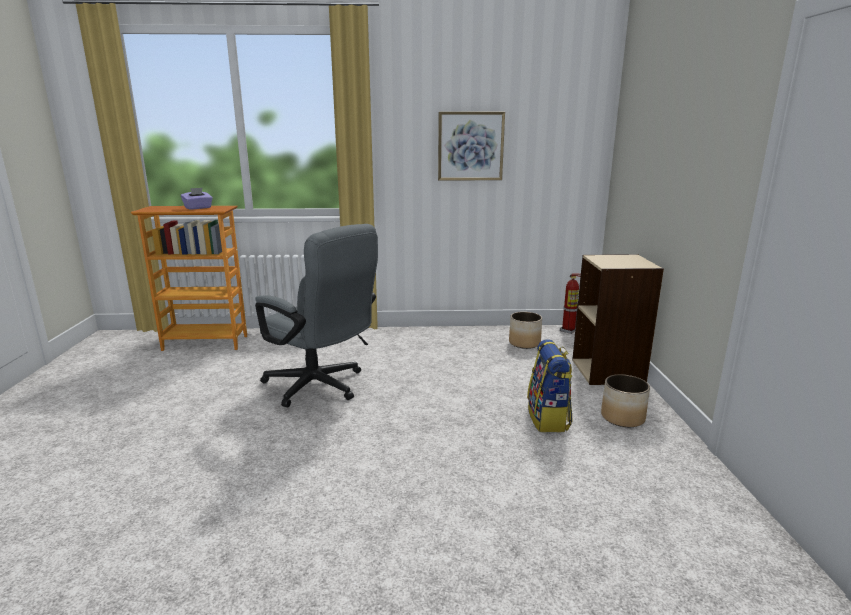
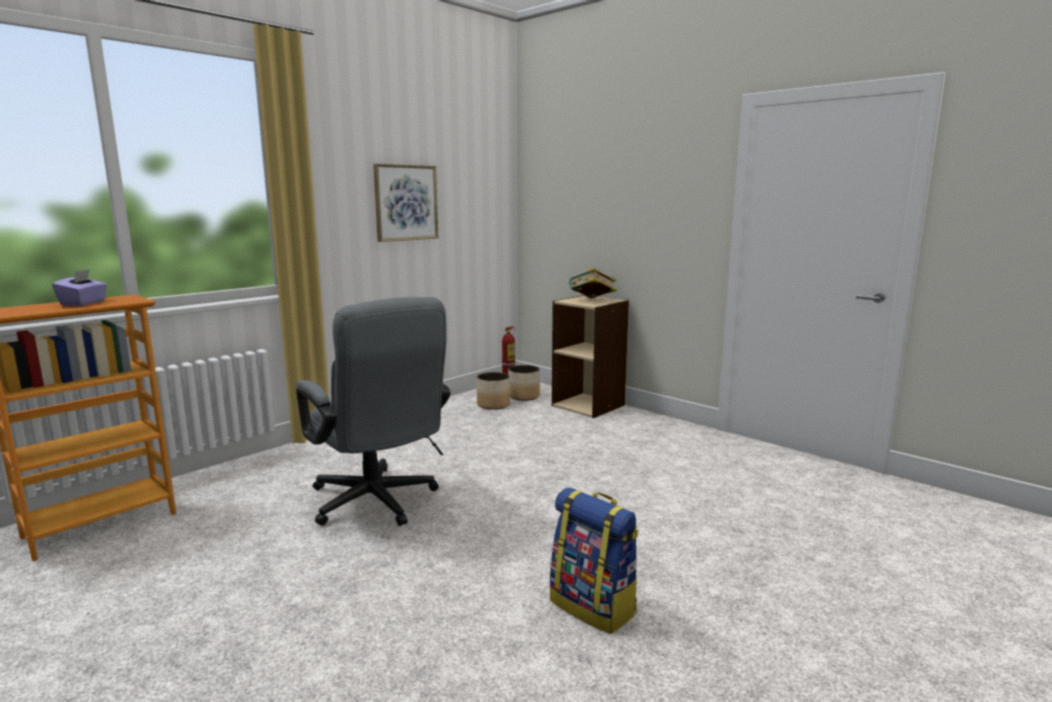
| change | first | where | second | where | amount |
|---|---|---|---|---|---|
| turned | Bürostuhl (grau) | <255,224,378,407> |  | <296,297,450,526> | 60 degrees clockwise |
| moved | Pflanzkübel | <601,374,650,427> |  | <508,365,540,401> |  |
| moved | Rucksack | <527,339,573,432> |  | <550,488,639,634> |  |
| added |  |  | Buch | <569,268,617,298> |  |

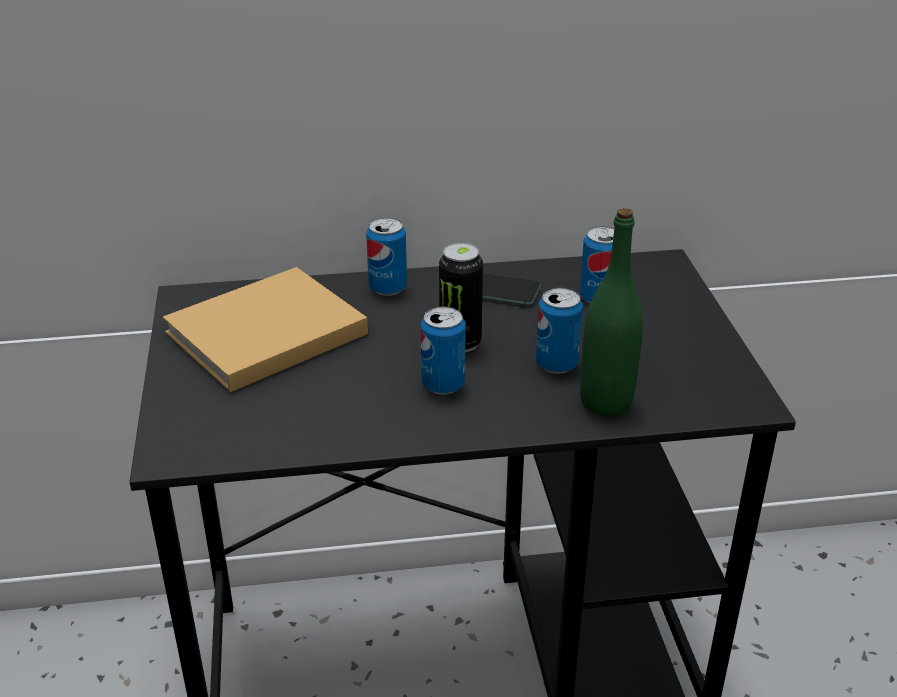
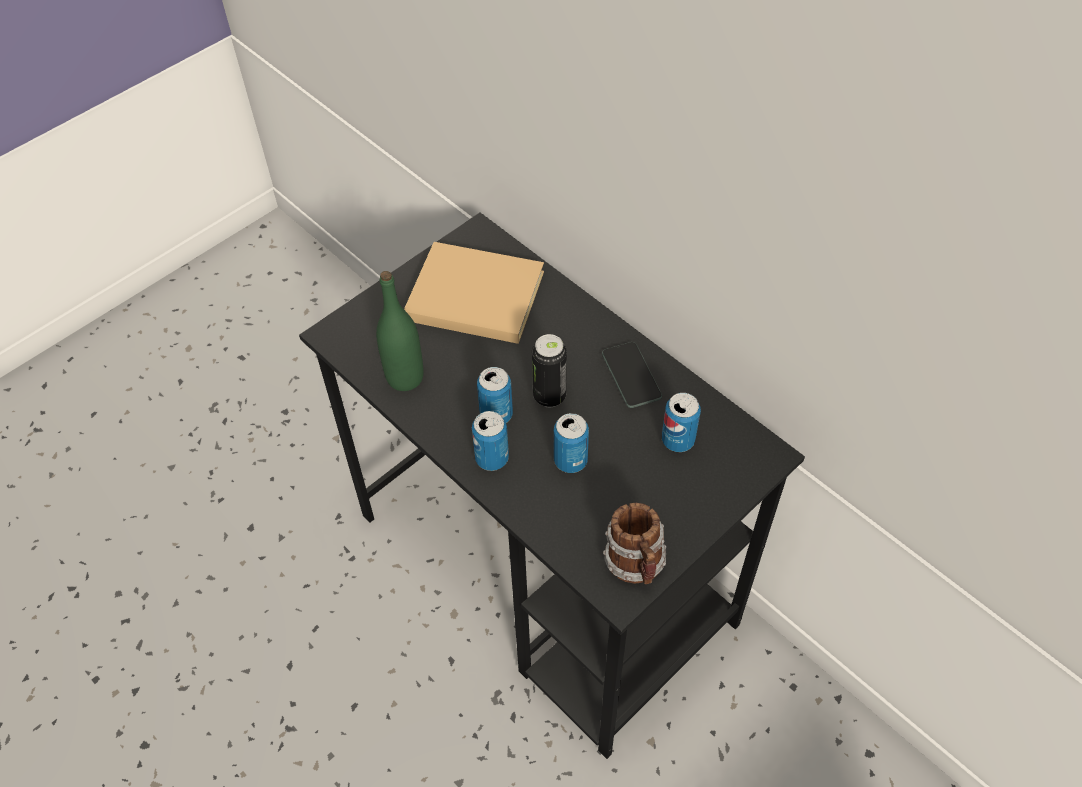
| change | first | where | second | where | amount |
|---|---|---|---|---|---|
| moved | Flasche (grün) | <580,208,643,416> |  | <376,271,424,391> |  |
| moved | Dose | <366,218,407,296> |  | <472,411,509,471> |  |
| added |  |  | Henkelbecher | <603,503,666,584> |  |

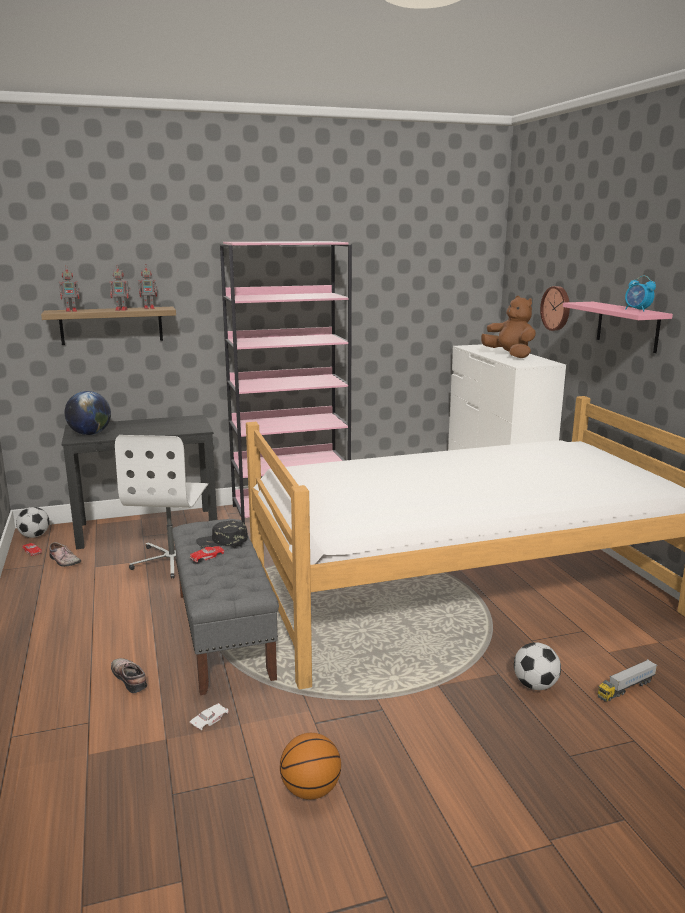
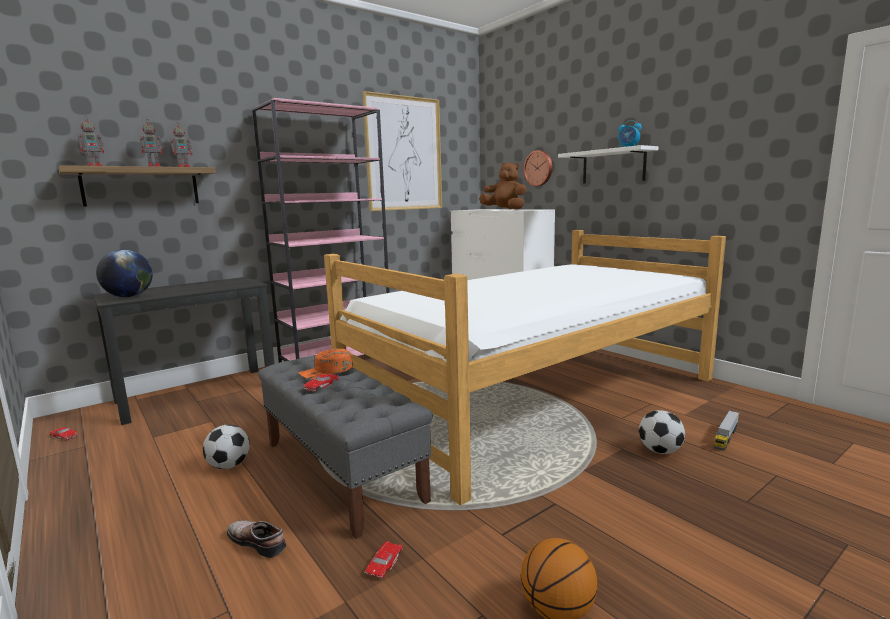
| change | first | where | second | where | amount |
|---|---|---|---|---|---|
| moved | Fußball | <16,507,50,538> |  | <203,425,250,469> |  |
| recoloured | Kappe (schwarz) | <196,520,248,548> | Kappe (orange) | <298,349,353,379> |  |
| added |  |  | Bild | <363,91,442,211> |  |
| recoloured | Spielzeugauto (weiß) | <190,703,229,730> | Spielzeugauto (rot) | <365,541,403,578> |  |
| recoloured | Wandregal (rosa) | <563,302,673,353> | Wandregal (weiß) | <558,145,658,184> |  |
| removed | Schuh | <49,542,81,567> |  |  |  |
| removed | Bürostuhl (weiß) | <115,435,208,579> |  |  |  |

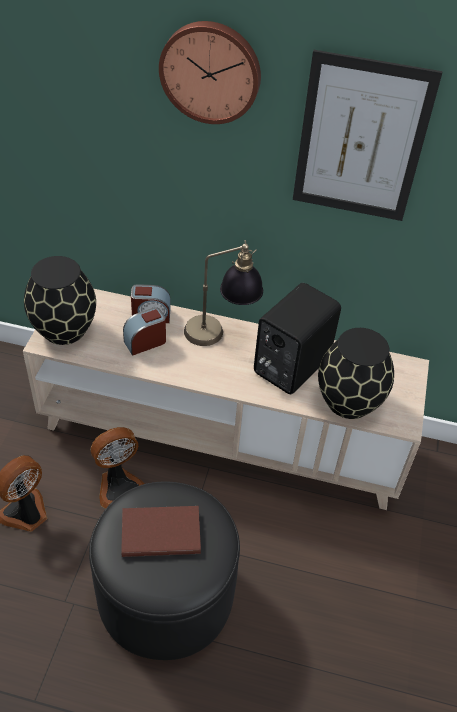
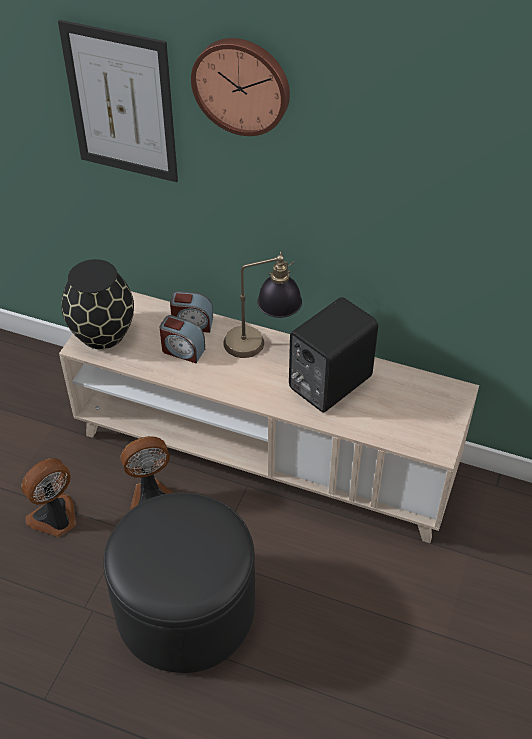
| change | first | where | second | where | amount |
|---|---|---|---|---|---|
| moved | Bild | <293,50,443,221> |  | <58,20,178,182> |  |
| turned | Wecker | <123,307,166,356> |  | <159,315,205,363> | 135 degrees counterclockwise |
| removed | Buch (braun) | <121,506,201,557> |  |  |  |
| removed | Vase (schwarz) | <318,328,394,419> |  |  |  |

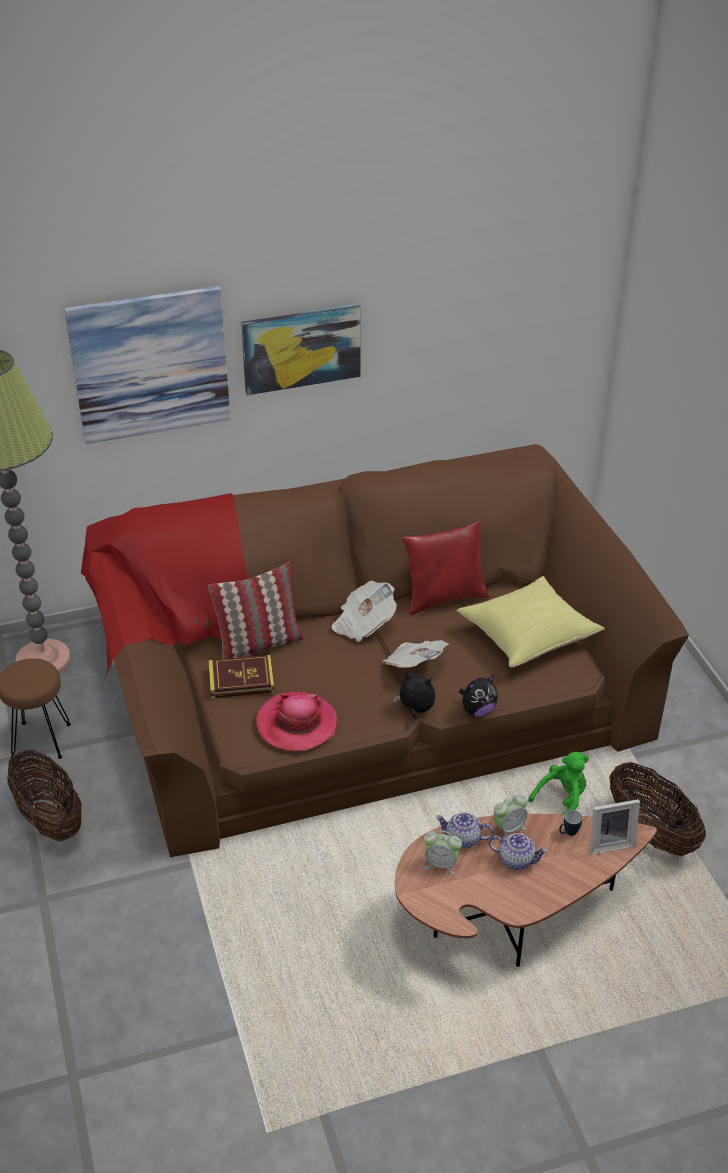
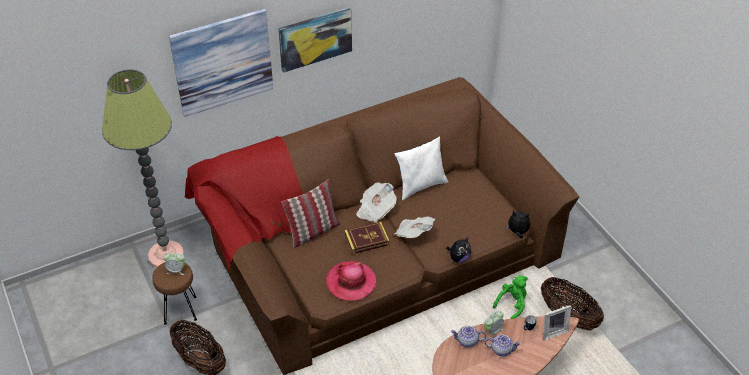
| change | first | where | second | where | amount |
|---|---|---|---|---|---|
| moved | Wecker | <424,831,462,874> |  | <163,251,185,275> |  |
| moved | Buch | <208,655,274,699> |  | <344,222,390,254> |  |
| recoloured | Kissen (rot) | <402,520,489,615> | Kissen (weiß) | <395,137,448,200> |  |
| moved | Plüschtier | <393,671,436,719> |  | <505,211,530,239> |  |
| removed | Kissen (gelb) | <457,576,605,668> |  |  |  |

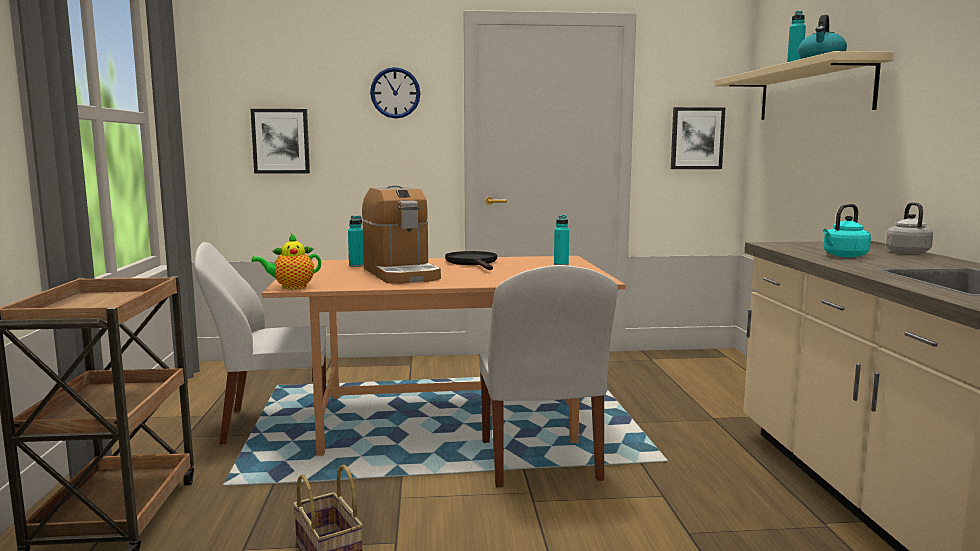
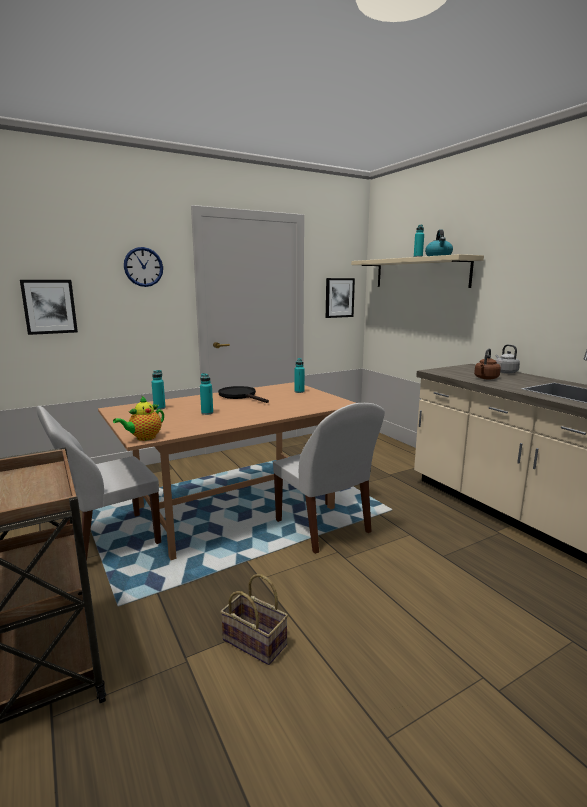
| change | first | where | second | where | amount |
|---|---|---|---|---|---|
| replaced | Kaffeemaschine | <362,185,441,284> | Flasche (türkis) | <200,373,213,415> |  |
| recoloured | Wasserkessel (türkis) | <823,204,871,257> | Wasserkessel (braun) | <474,348,501,380> |  |

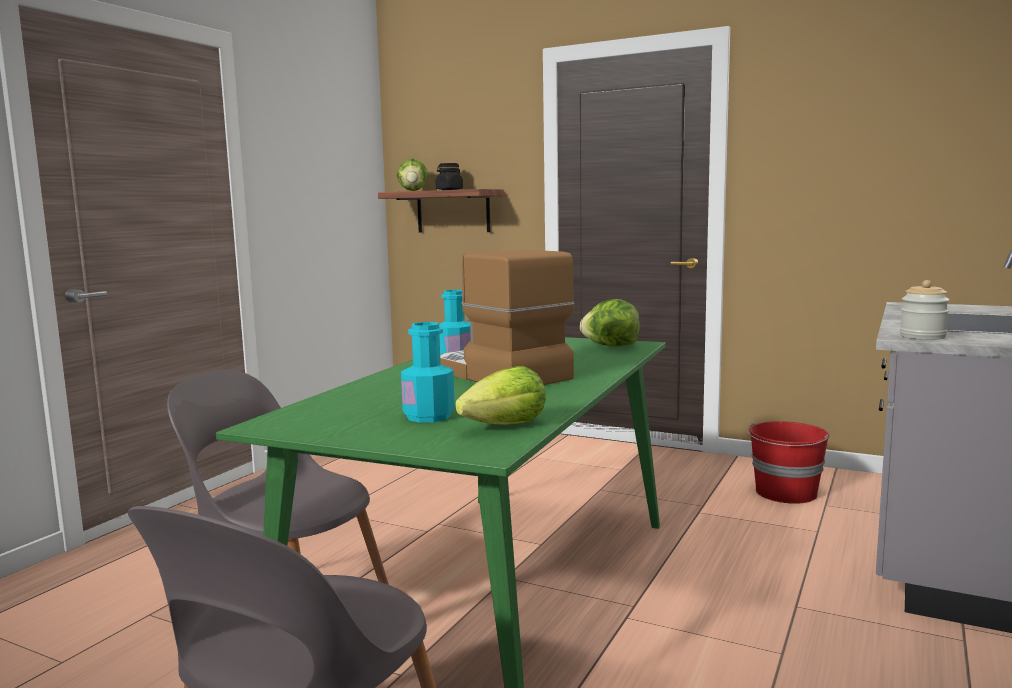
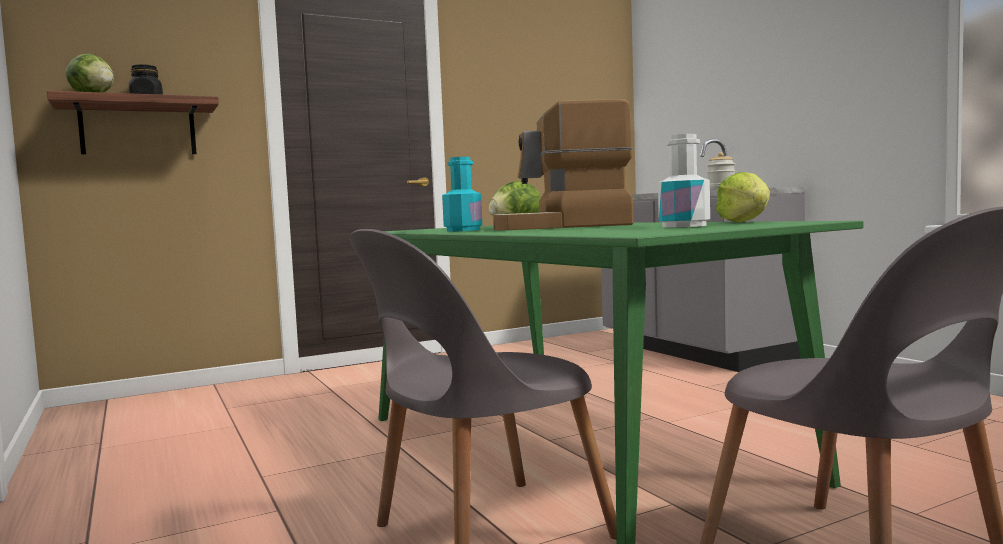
| change | first | where | second | where | amount |
|---|---|---|---|---|---|
| recoloured | Flasche (türkis) | <401,322,455,423> | Flasche (weiß) | <658,134,710,227> |  |
| removed | Eimer (rot) | <747,421,830,504> |  |  |  |

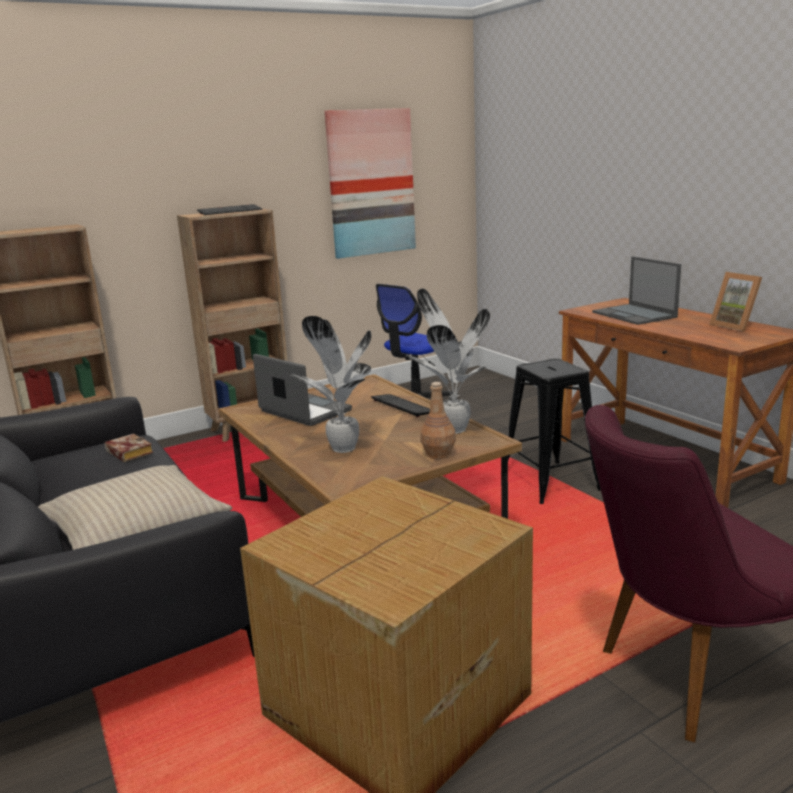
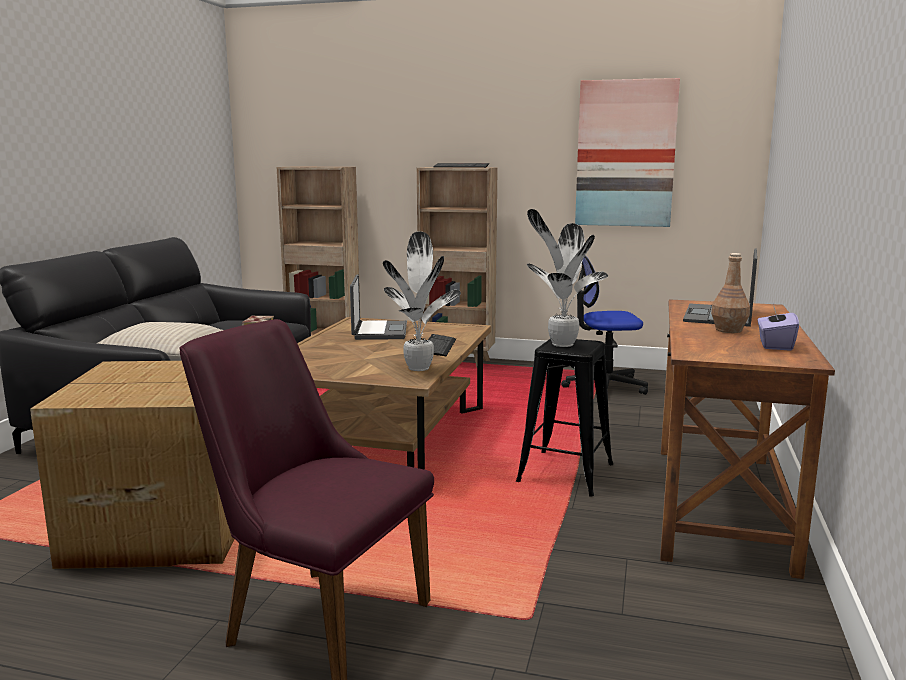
| change | first | where | second | where | amount |
|---|---|---|---|---|---|
| moved | Topfpflanze | <288,316,372,453> |  | <527,209,608,347> |  |
| moved | Flasche (braun) | <421,382,456,459> |  | <711,253,750,333> |  |
| replaced | Bilderrahmen | <709,272,762,332> | Taschentuchbox (lila) | <758,303,799,351> |  |

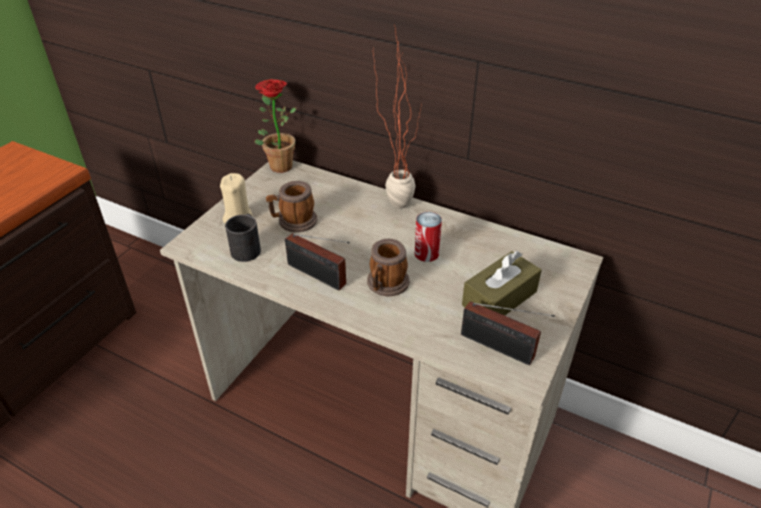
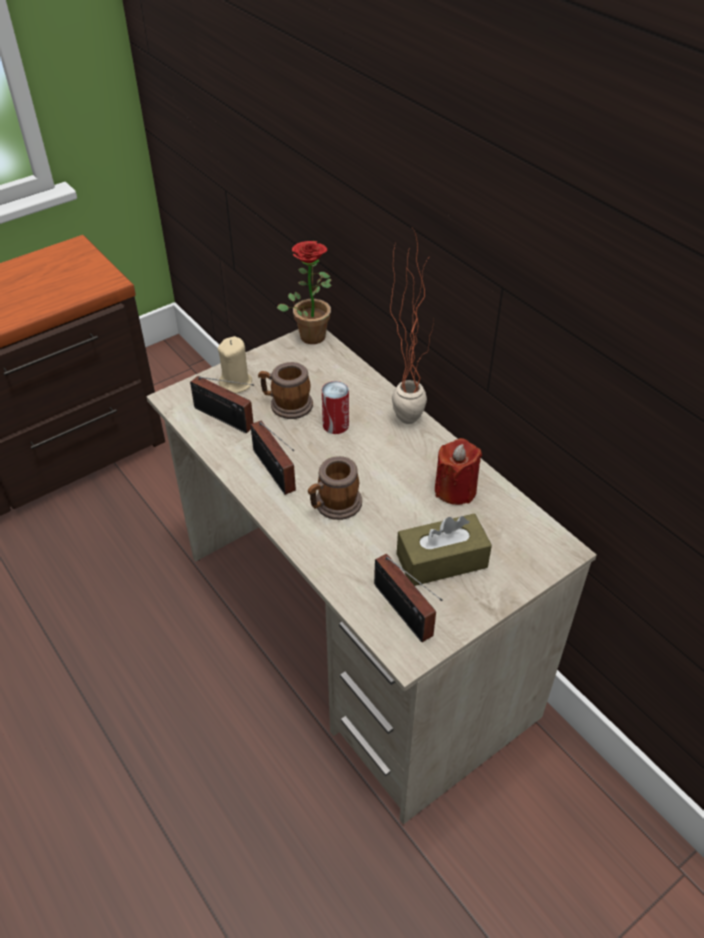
| change | first | where | second | where | amount |
|---|---|---|---|---|---|
| replaced | Henkelbecher (schwarz) | <225,214,261,262> | Radio | <190,376,254,433> |  |
| moved | Dose | <415,212,442,262> |  | <322,381,349,434> |  |
| added |  |  | Kerze (rot) | <435,438,482,505> |  |

